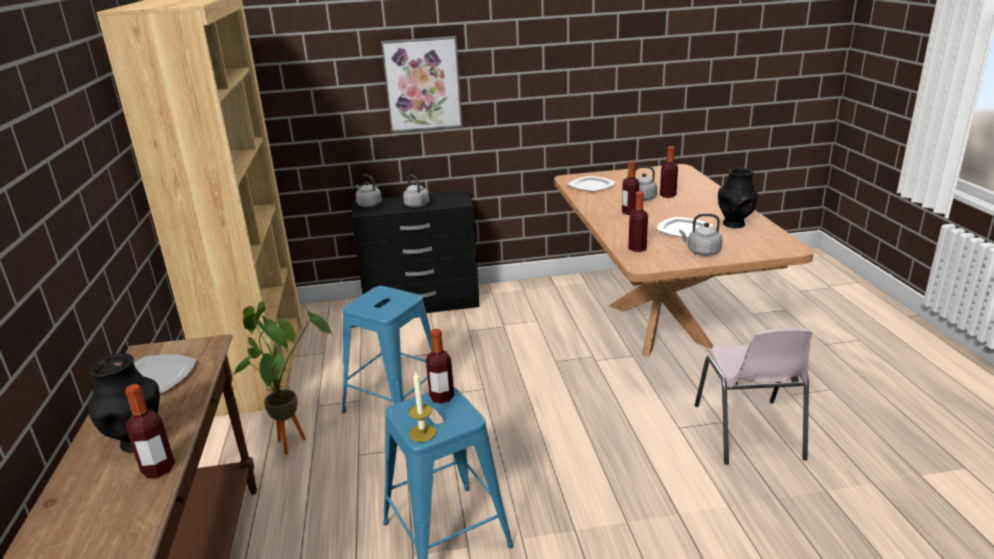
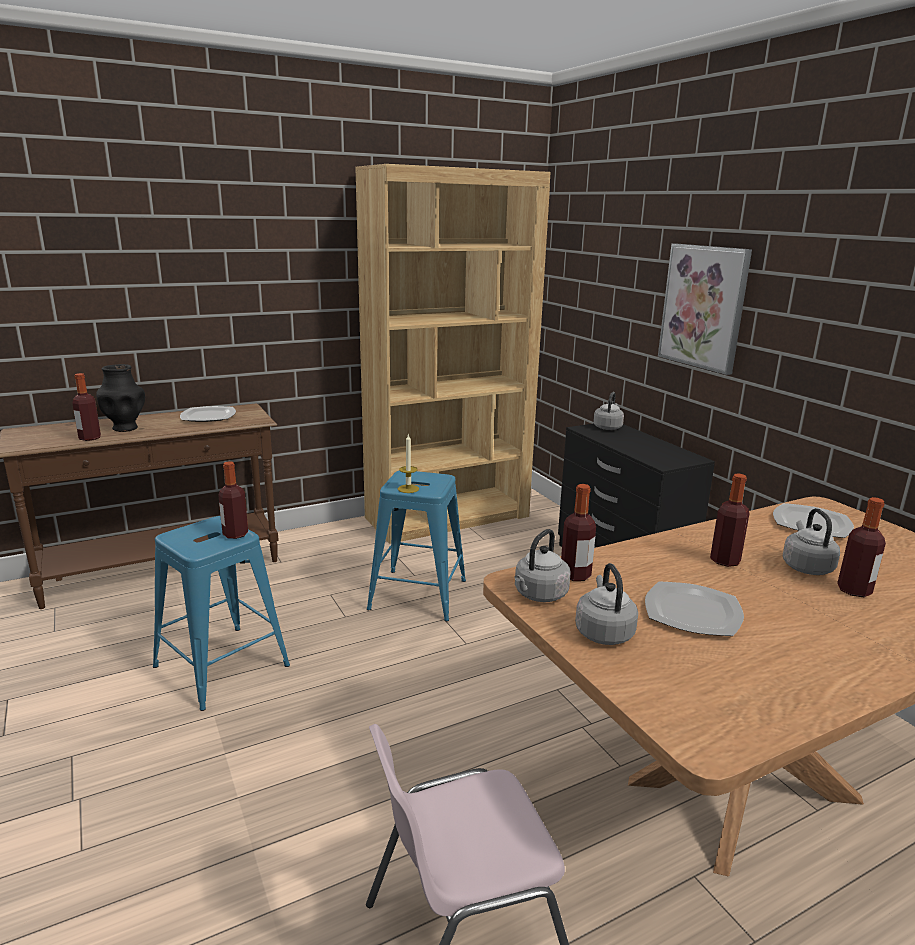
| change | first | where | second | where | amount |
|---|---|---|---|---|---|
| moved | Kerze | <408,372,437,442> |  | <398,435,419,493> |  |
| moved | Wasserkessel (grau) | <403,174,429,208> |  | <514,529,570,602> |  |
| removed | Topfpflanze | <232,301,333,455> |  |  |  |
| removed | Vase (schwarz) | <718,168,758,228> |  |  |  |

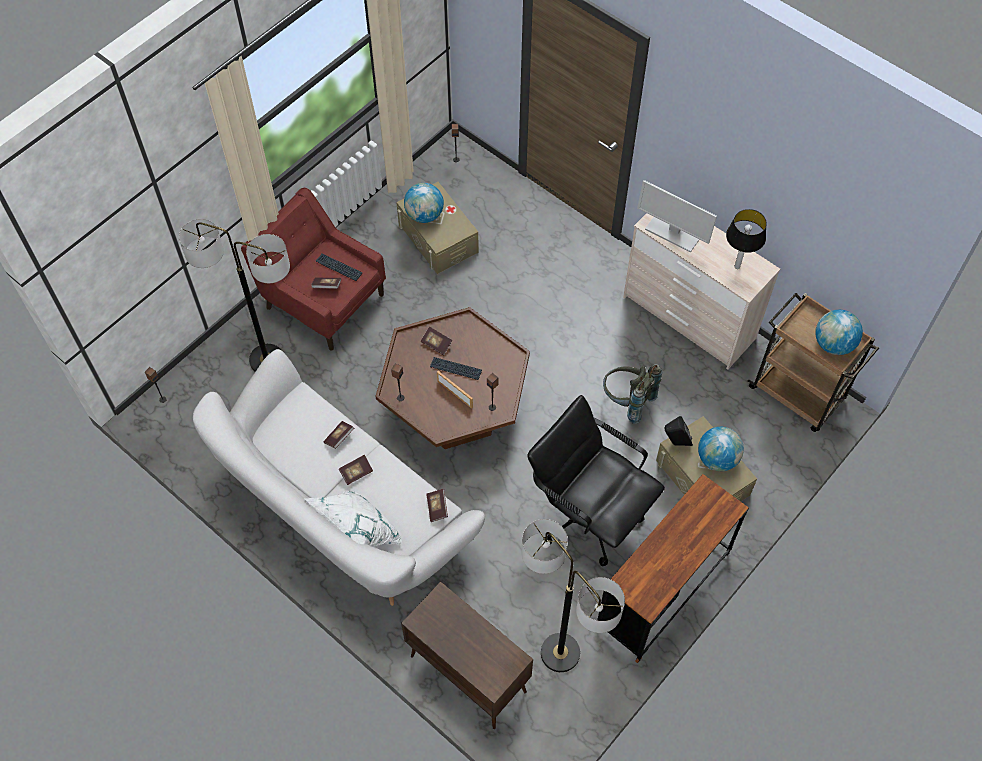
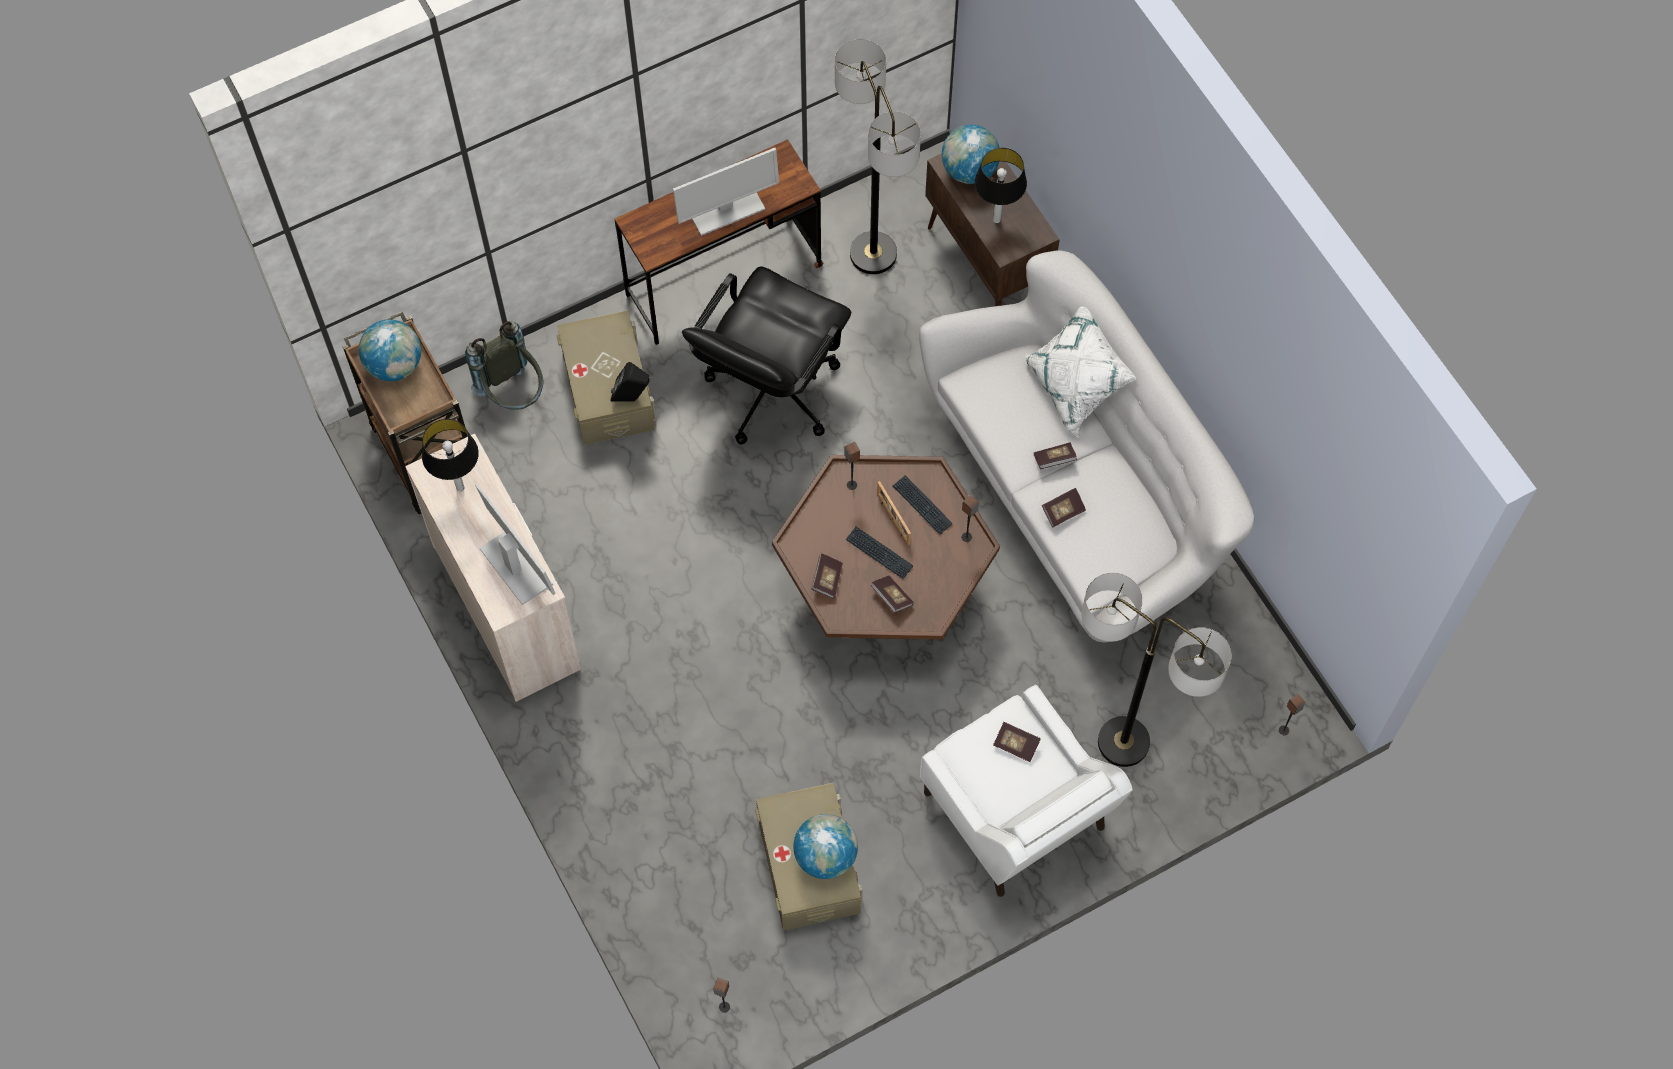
| change | first | where | second | where | amount |
|---|---|---|---|---|---|
| moved | Rucksack (grau) | <603,364,662,424> |  | <465,321,543,410> |  |
| added |  |  | Monitor | <673,148,779,236> |  |
| turned | Bürostuhl (schwarz) | <527,395,665,566> |  | <682,266,851,445> | 60 degrees clockwise |
| moved | Buch | <426,489,448,522> |  | <811,553,843,598> |  |
| moved | Tastatur | <315,254,363,281> |  | <893,475,953,534> |  |
| recoloured | Sessel (rot) | <241,188,386,351> | Sessel (weiß) | <920,685,1133,897> |  |
| moved | Globus | <698,427,744,471> |  | <942,125,1000,184> |  |
| added |  |  | Tischlampe | <975,148,1027,223> |  |

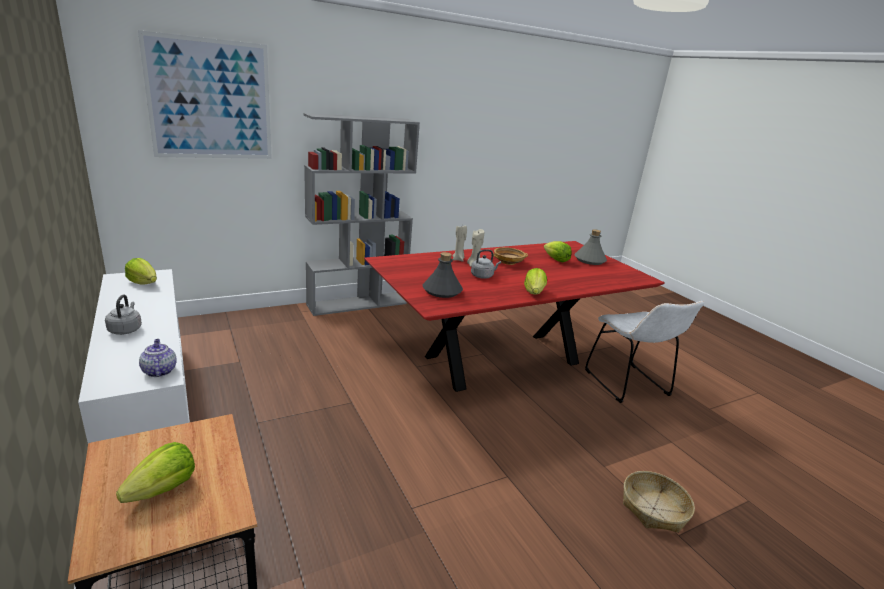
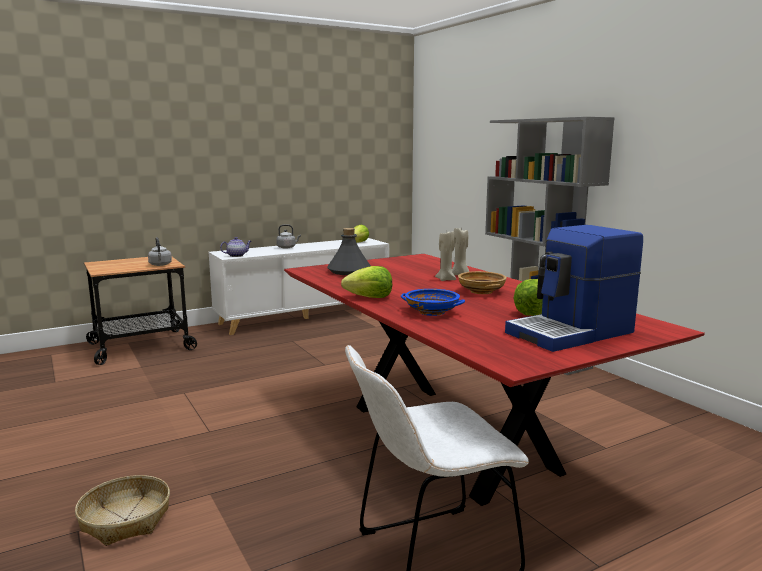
| change | first | where | second | where | amount |
|---|---|---|---|---|---|
| moved | Wasserkessel (grau) | <471,249,501,279> |  | <148,237,172,266> |  |
| added |  |  | Schüssel (blau) | <401,289,465,316> |  |
| replaced | Flasche (grau) | <575,229,607,265> | Kaffeemaschine | <505,225,643,352> |  |
| removed | Salatkopf | <116,442,195,503> |  |  |  |
| removed | Bild | <138,30,272,159> |  |  |  |

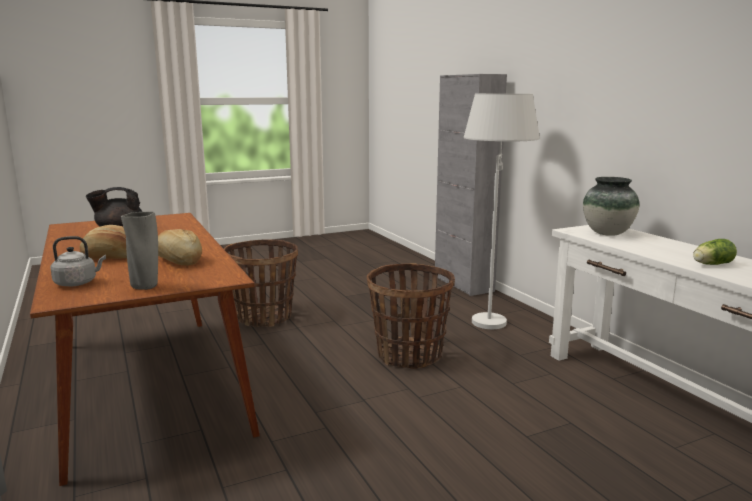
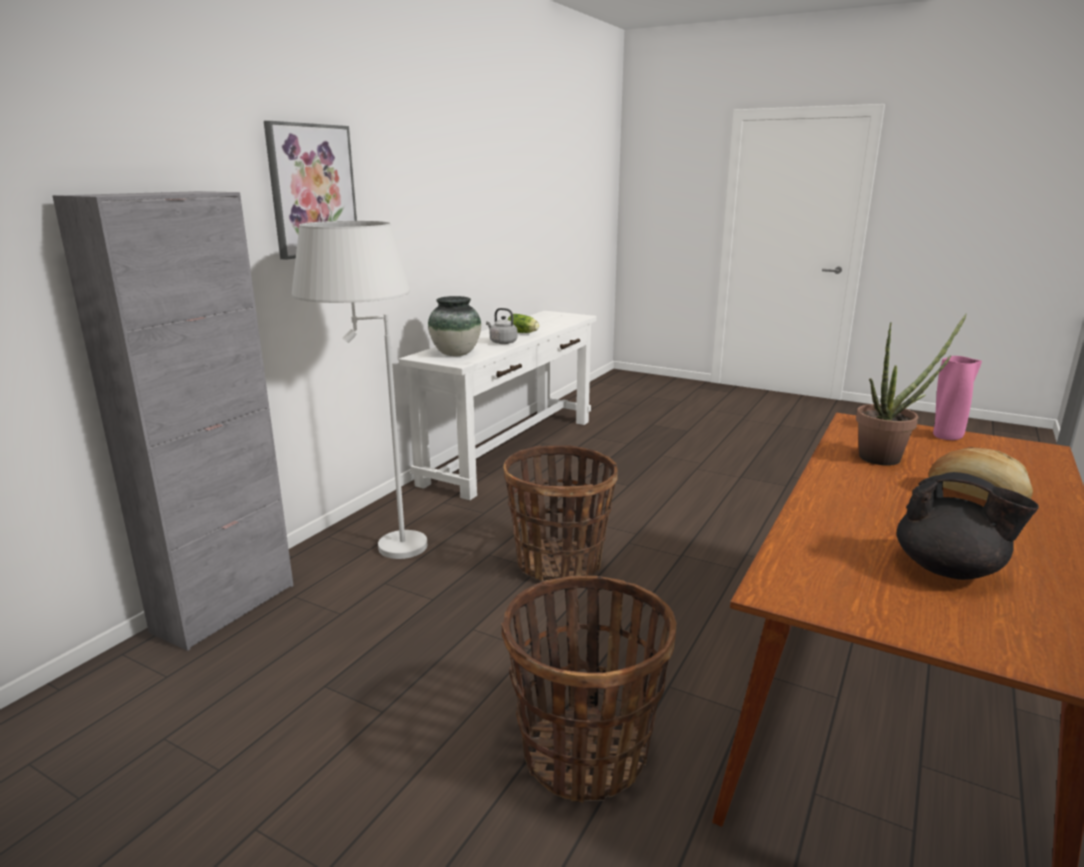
| change | first | where | second | where | amount |
|---|---|---|---|---|---|
| added |  |  | Bild | <264,121,357,260> |  |
| moved | Wasserkessel (grau) | <51,236,106,286> |  | <486,308,518,344> |  |
| replaced | Brot | <158,229,202,266> | Topfpflanze | <856,314,967,466> |  |
| recoloured | Vase (grau) | <121,212,158,290> | Vase (rosa) | <933,356,982,440> |  |

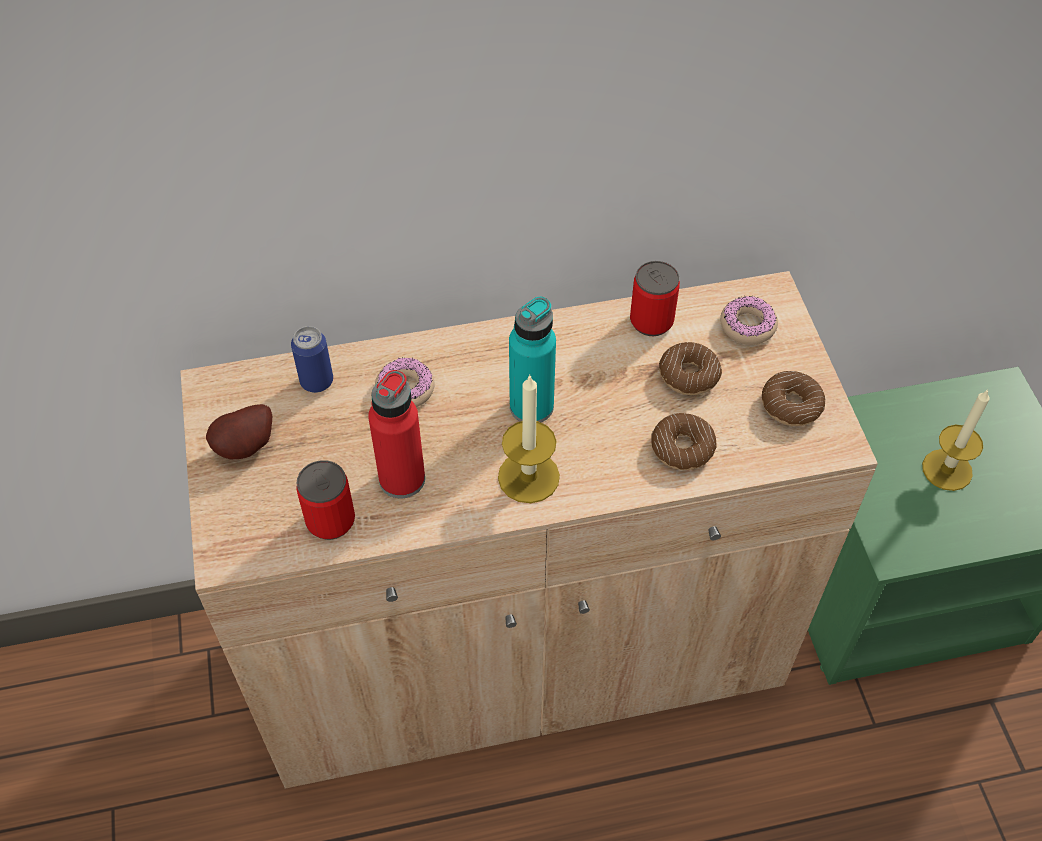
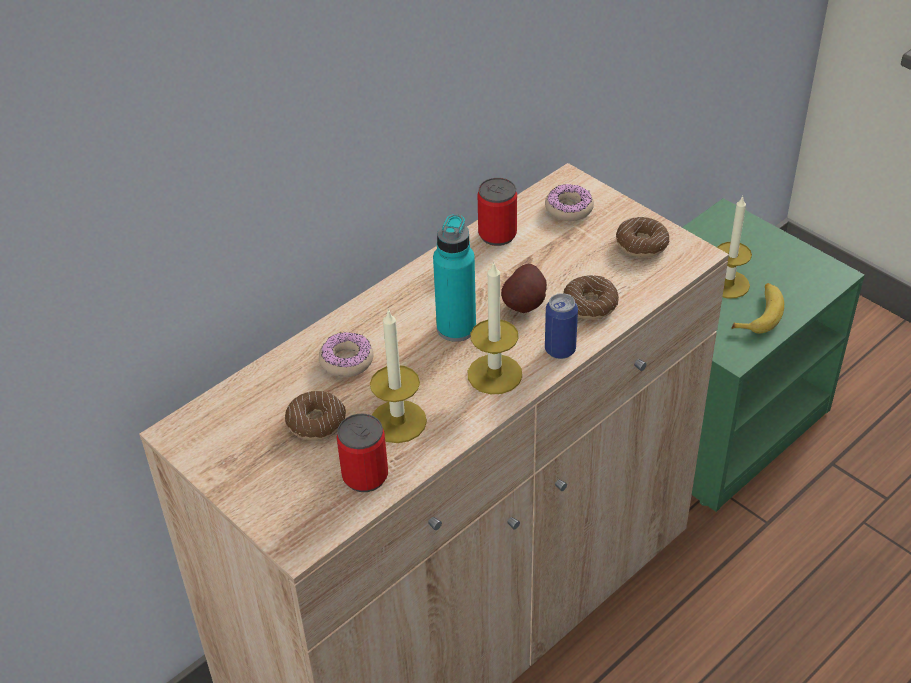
| change | first | where | second | where | amount |
|---|---|---|---|---|---|
| moved | Donut | <659,342,722,395> |  | <285,391,346,441> |  |
| replaced | Flasche (rot) | <368,370,425,499> | Kerze | <370,308,427,443> |  |
| moved | Kartoffel | <206,404,272,459> |  | <501,264,547,313> |  |
| moved | Dose | <291,326,333,393> |  | <545,293,578,359> |  |
| added |  |  | Banane | <732,283,784,334> |  |

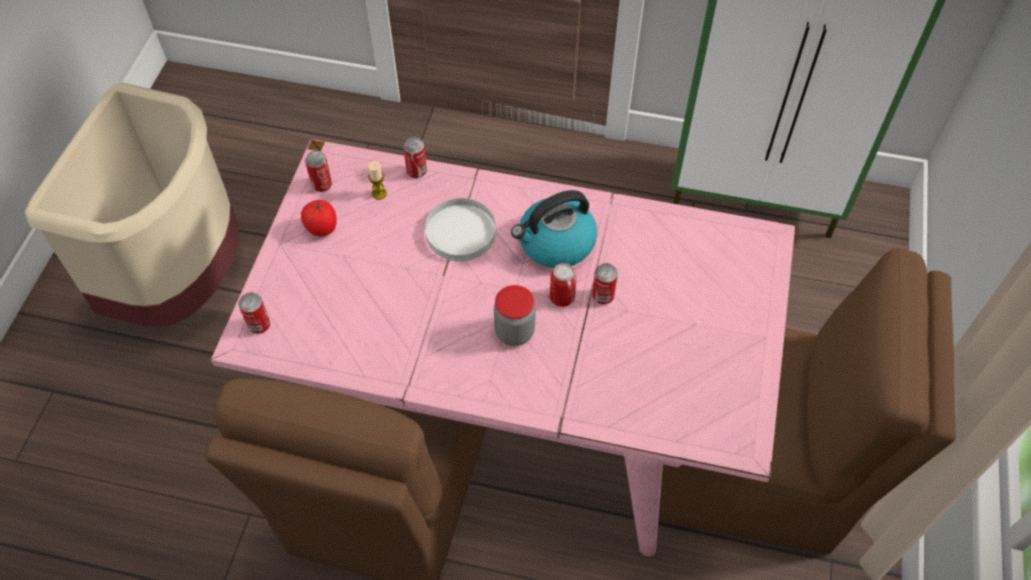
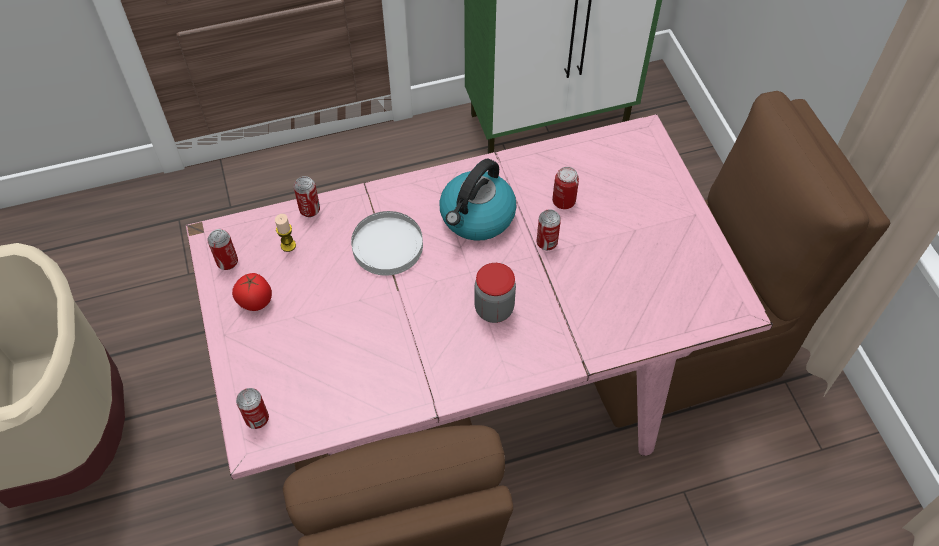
| change | first | where | second | where | amount |
|---|---|---|---|---|---|
| moved | Dose | <550,263,577,307> |  | <552,167,579,209> |  |

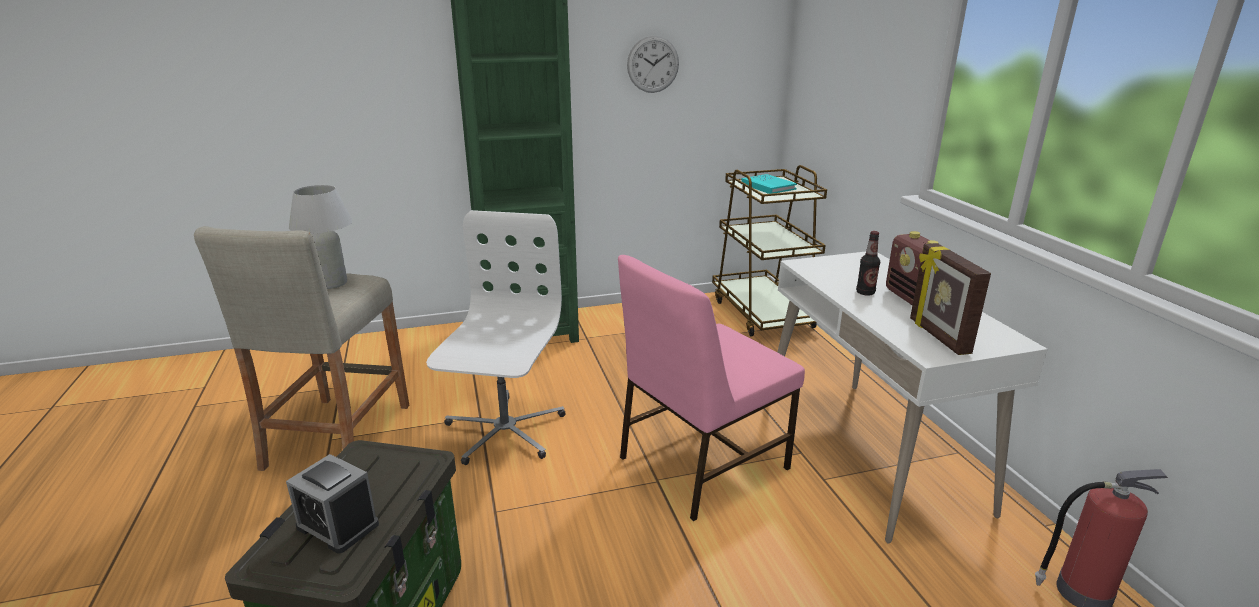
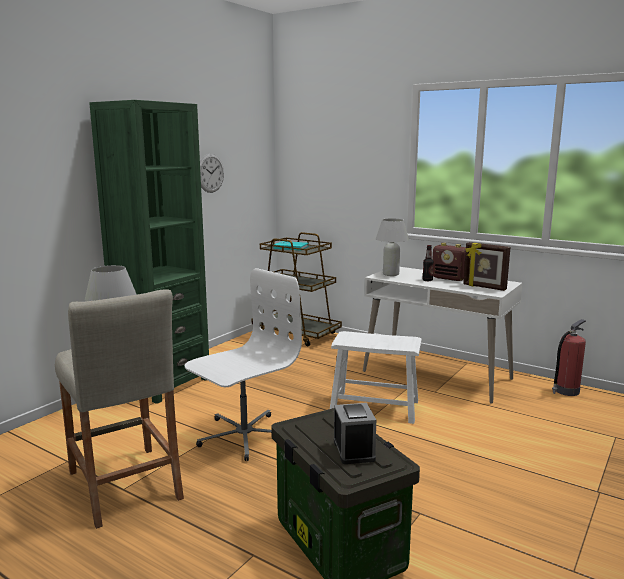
| change | first | where | second | where | amount |
|---|---|---|---|---|---|
| turned | Bürostuhl (weiß) | <426,210,566,465> |  | <185,268,302,461> | 75 degrees clockwise |
| replaced | Stuhl (rosa) | <618,255,805,521> | Hocker (weiß) | <330,331,422,424> |  |
| turned | Wecker | <286,454,379,553> |  | <334,403,376,464> | 90 degrees counterclockwise |
| added |  |  | Tischlampe (weiß) | <376,219,409,276> |  |

